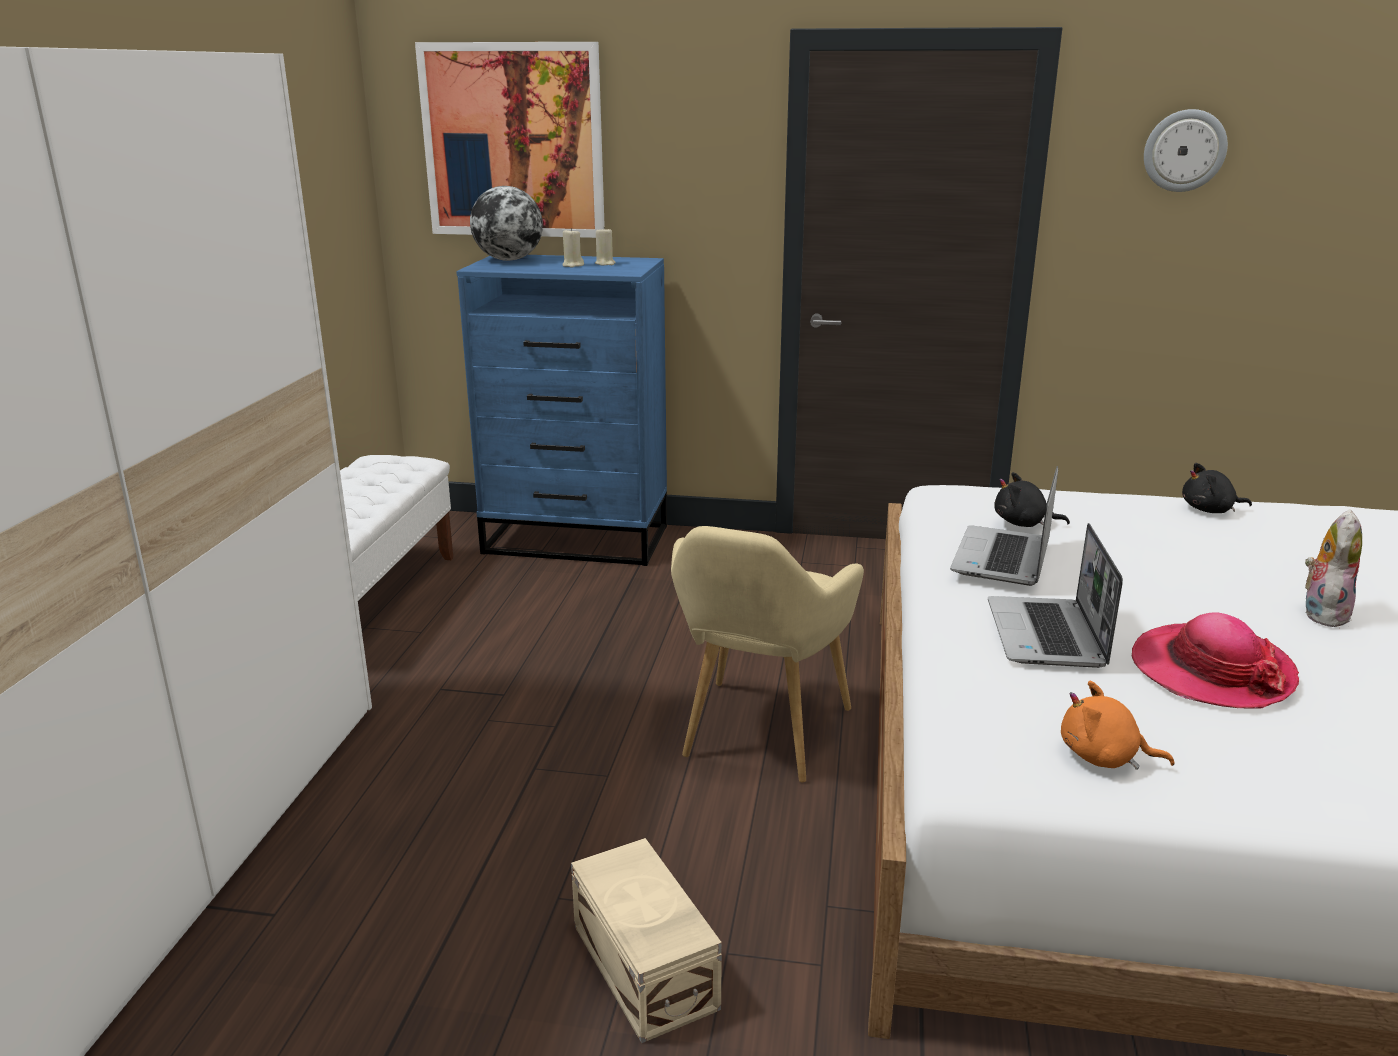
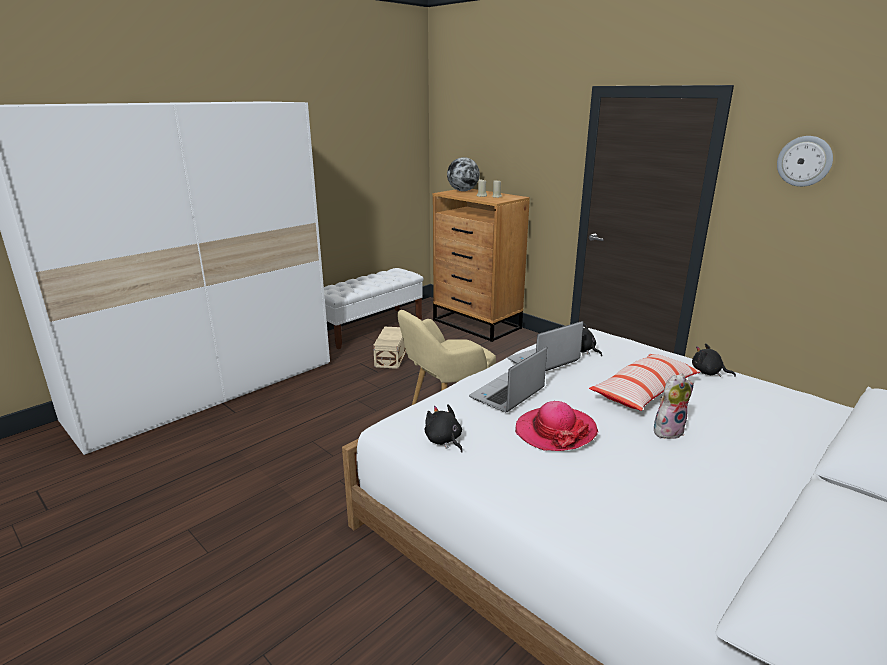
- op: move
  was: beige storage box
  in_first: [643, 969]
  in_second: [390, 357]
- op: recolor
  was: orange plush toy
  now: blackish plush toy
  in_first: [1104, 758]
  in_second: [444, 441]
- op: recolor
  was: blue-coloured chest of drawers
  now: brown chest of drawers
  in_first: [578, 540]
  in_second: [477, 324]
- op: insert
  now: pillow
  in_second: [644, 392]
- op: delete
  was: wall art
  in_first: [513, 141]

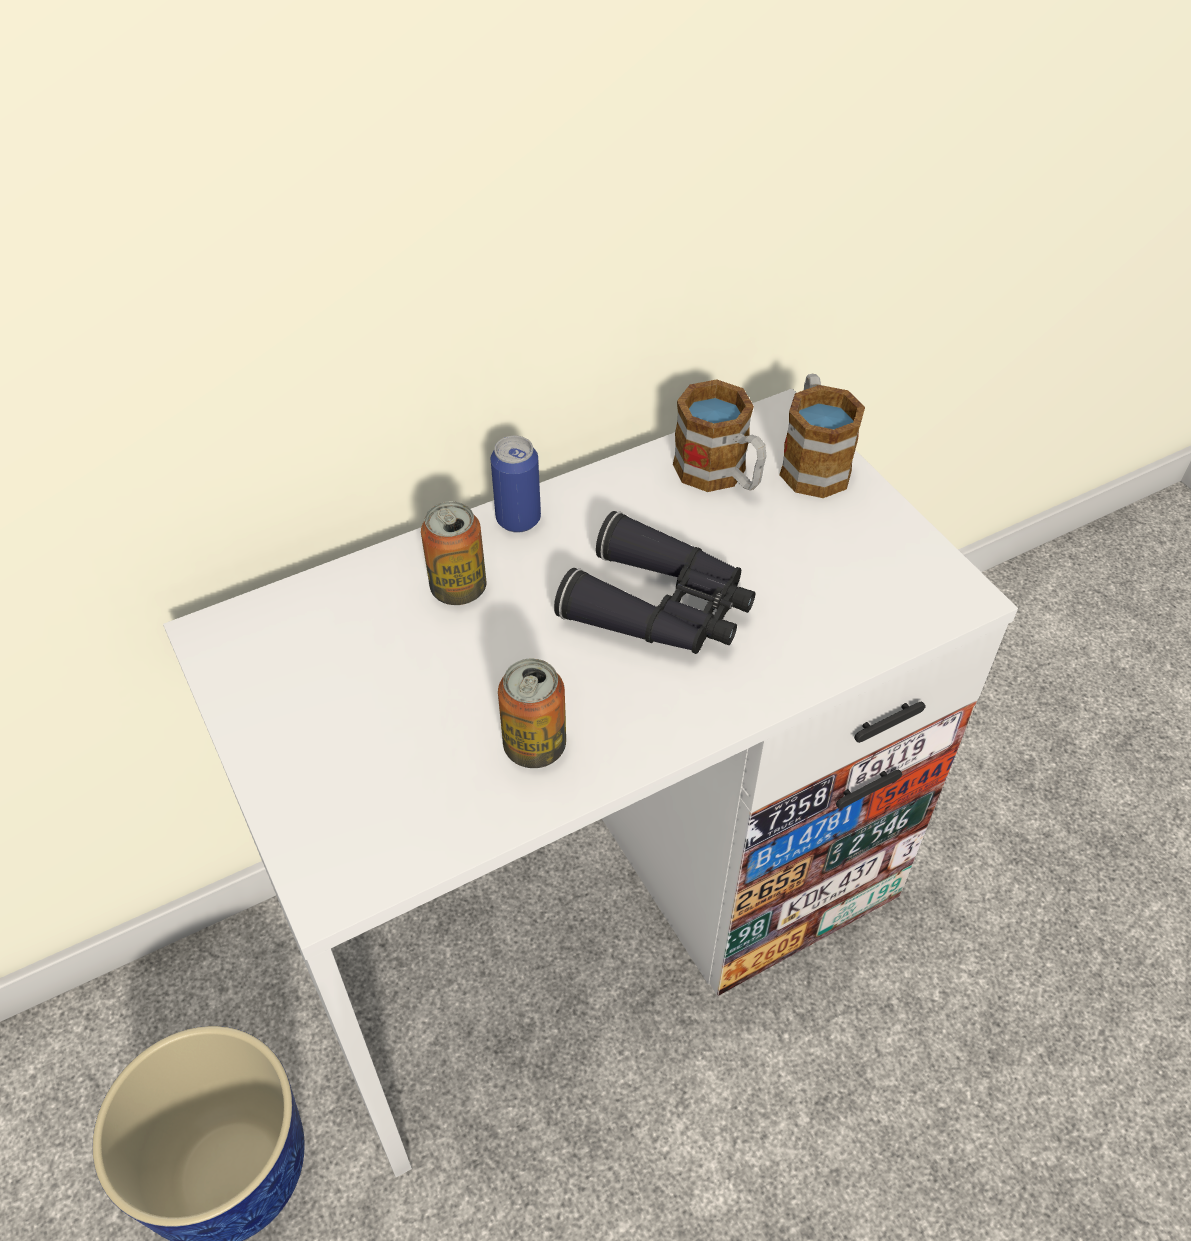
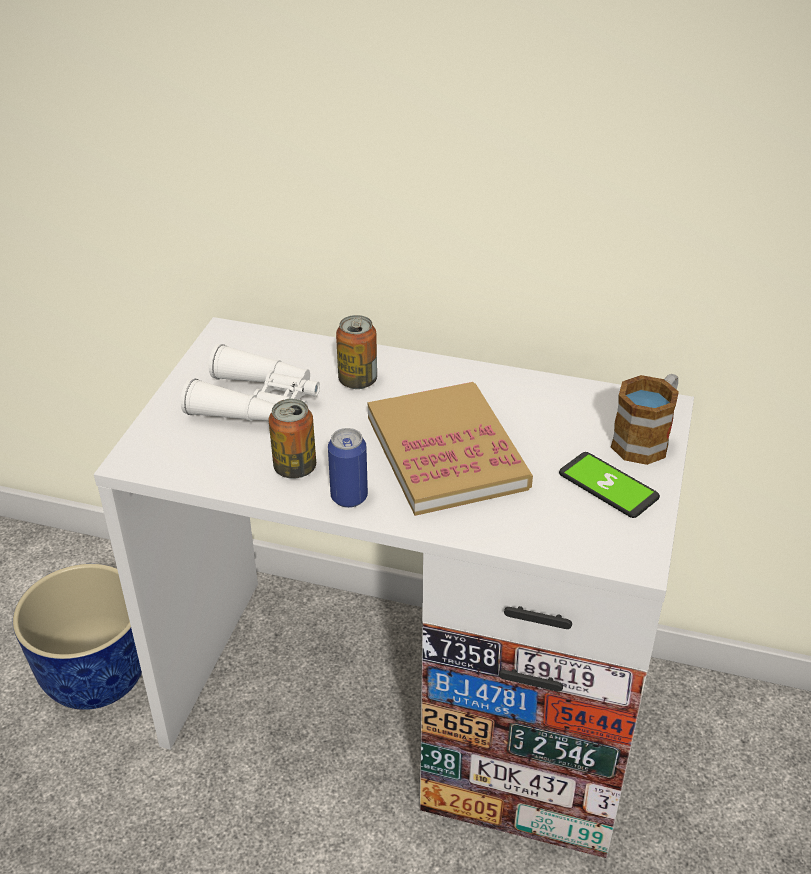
- op: insert
  now: white binoculars
  in_second: [257, 403]
- op: move
  was: metal can
  in_first: [518, 519]
  in_second: [349, 497]
- op: replace
  was: blackish binoculars
  now: bound book
  in_first: [661, 608]
  in_second: [446, 452]
- op: insert
  now: telephone
  in_second: [608, 486]
- op: delete
  was: tea mug
  in_first: [720, 475]

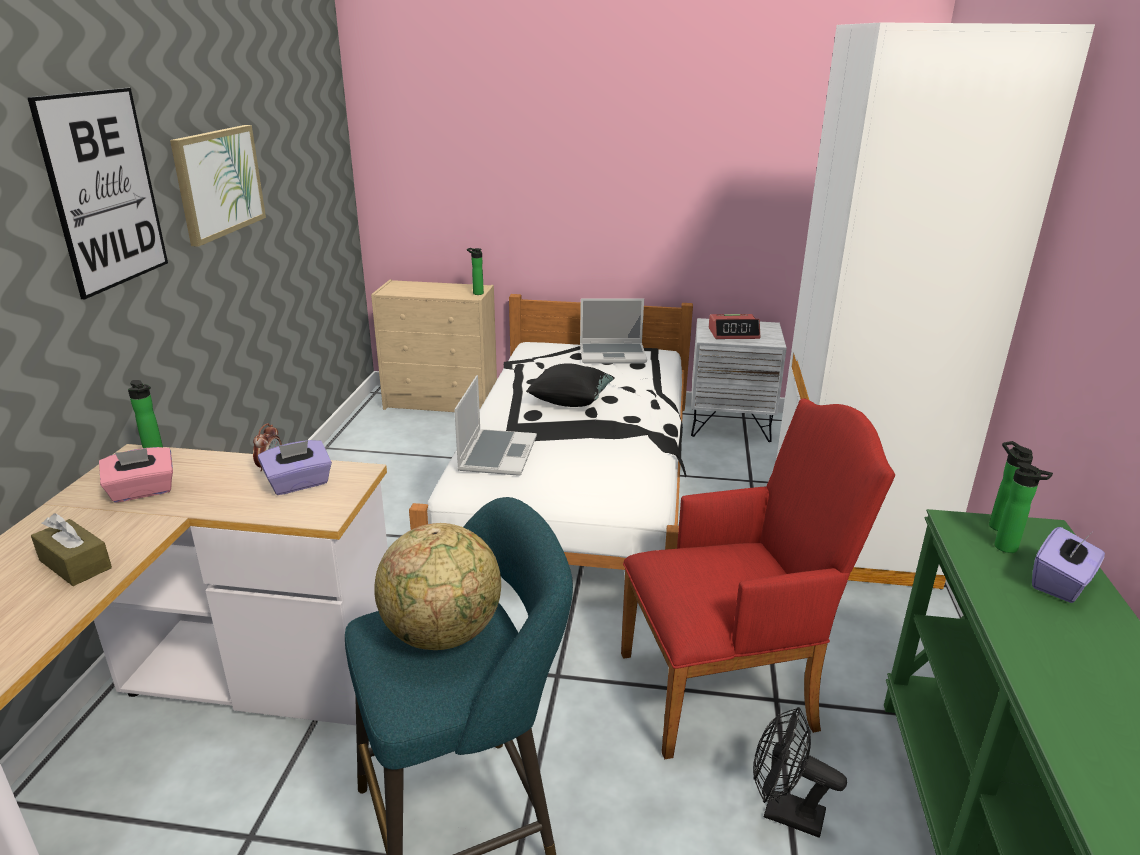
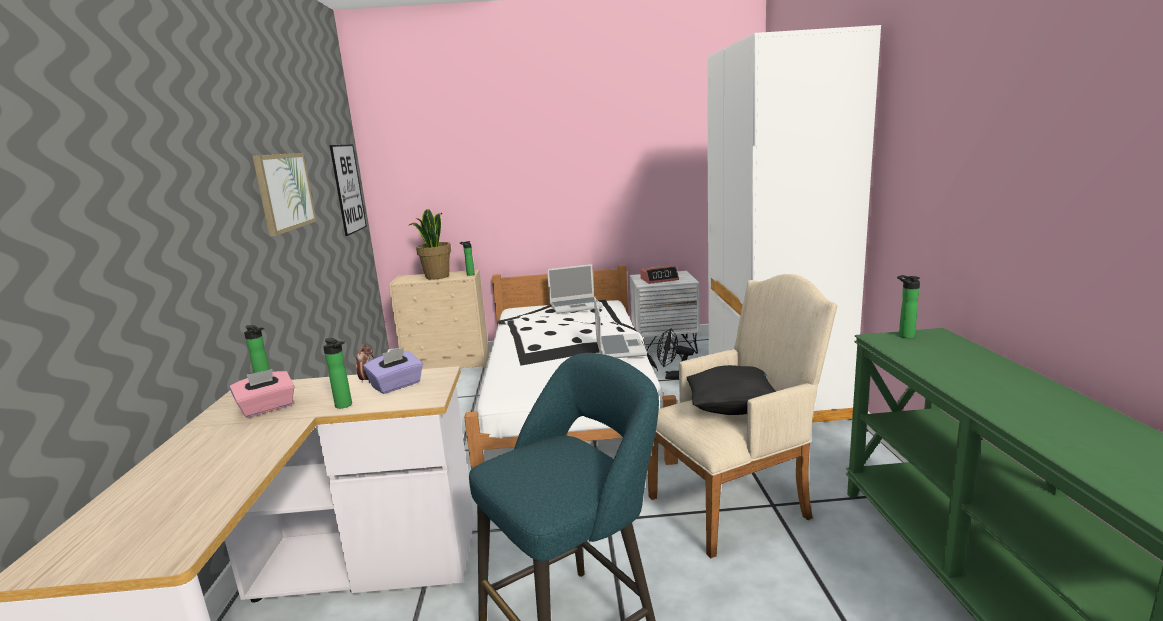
- op: move
  was: drink bottle
  in_first: [1009, 549]
  in_second: [345, 406]
- op: move
  was: wall art
  in_first: [104, 190]
  in_second: [348, 188]
- op: insert
  now: plant in a pot
  in_second: [437, 276]
- op: move
  was: portable computer
  in_first: [497, 453]
  in_second: [619, 347]
- op: recolor
  was: red-coloured easy chair
  now: beige easy chair
  in_first: [728, 688]
  in_second: [736, 504]
- op: move
  was: blackish electric fan
  in_first: [783, 812]
  in_second: [672, 377]
- op: move
  was: blackish pillow
  in_first: [570, 401]
  in_second: [732, 408]
- op: delete
  was: brown tissue box
  in_first: [75, 564]
- op: delete
  was: world globe
  in_first: [443, 634]
- op: delete
  was: purplish tissue box
  in_first: [1061, 583]

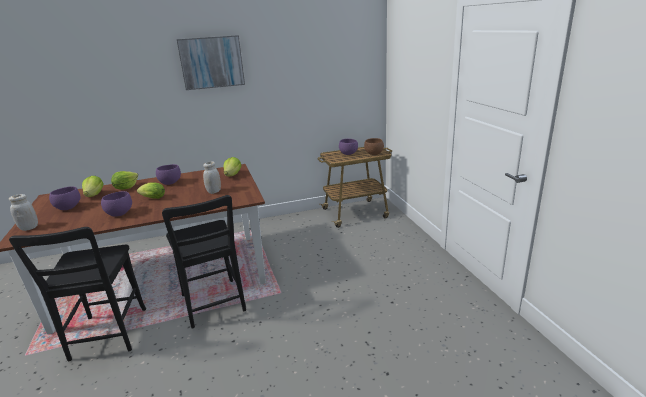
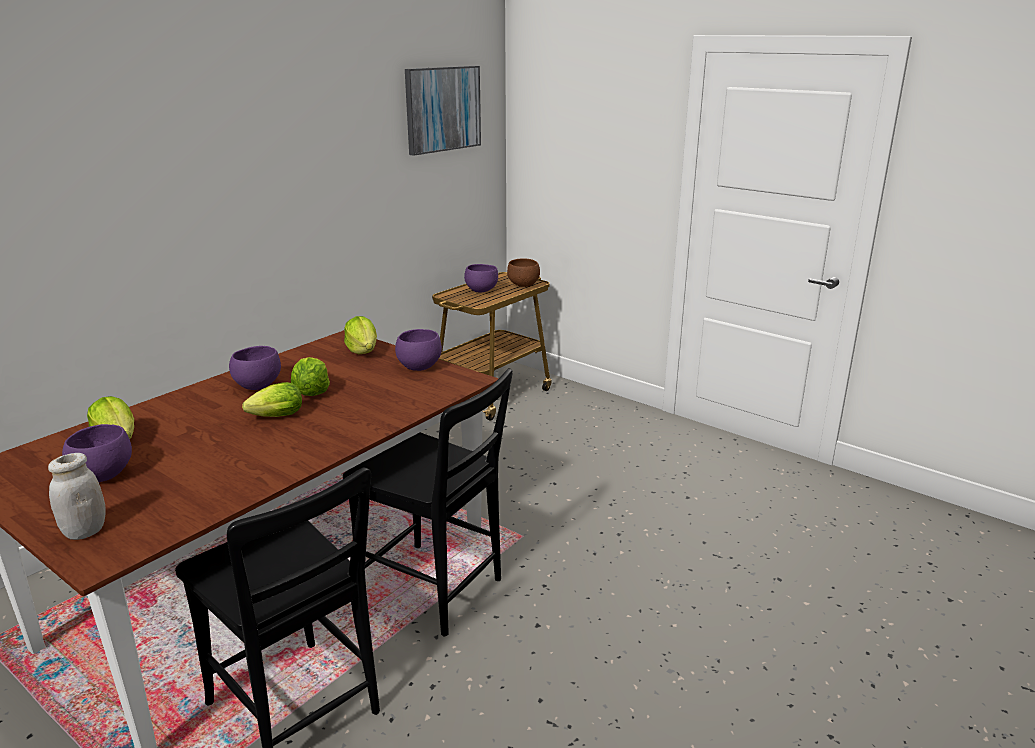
- op: move
  was: lettuce
  in_first: [126, 188]
  in_second: [311, 392]
- op: move
  was: purplish deep dish
  in_first: [119, 214]
  in_second: [418, 367]
- op: move
  was: wall art
  in_first: [212, 62]
  in_second: [442, 109]
- op: delete
  was: white storage jar
  in_first: [214, 191]

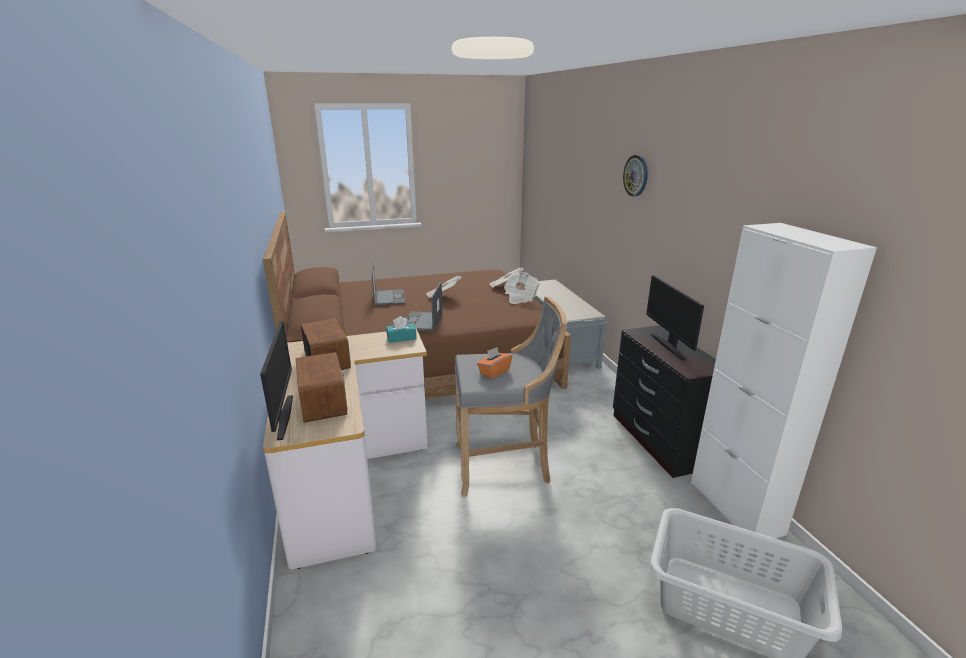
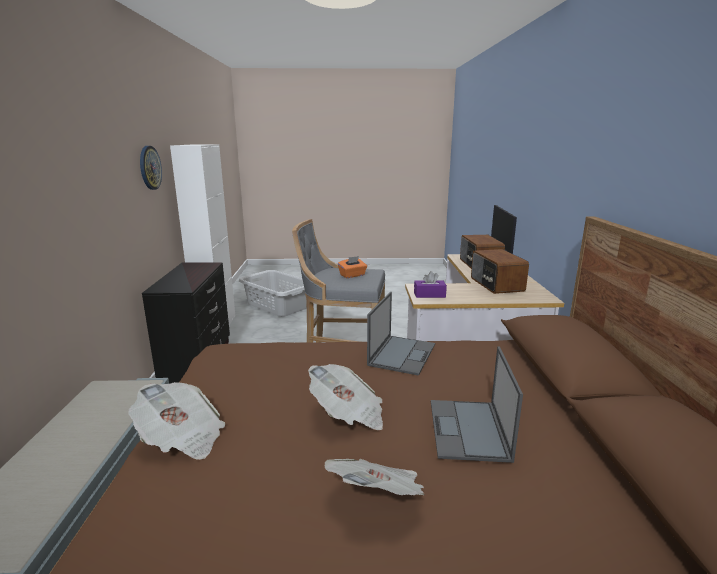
- op: move
  was: wall clock
  in_first: [636, 175]
  in_second: [149, 167]
- op: move
  was: newspaper
  in_first: [520, 298]
  in_second: [378, 497]
- op: recolor
  was: turquoise-coloured tissue box
  now: purplish tissue box
  in_first: [401, 338]
  in_second: [429, 295]
- op: delete
  was: monitor
  in_first: [669, 346]

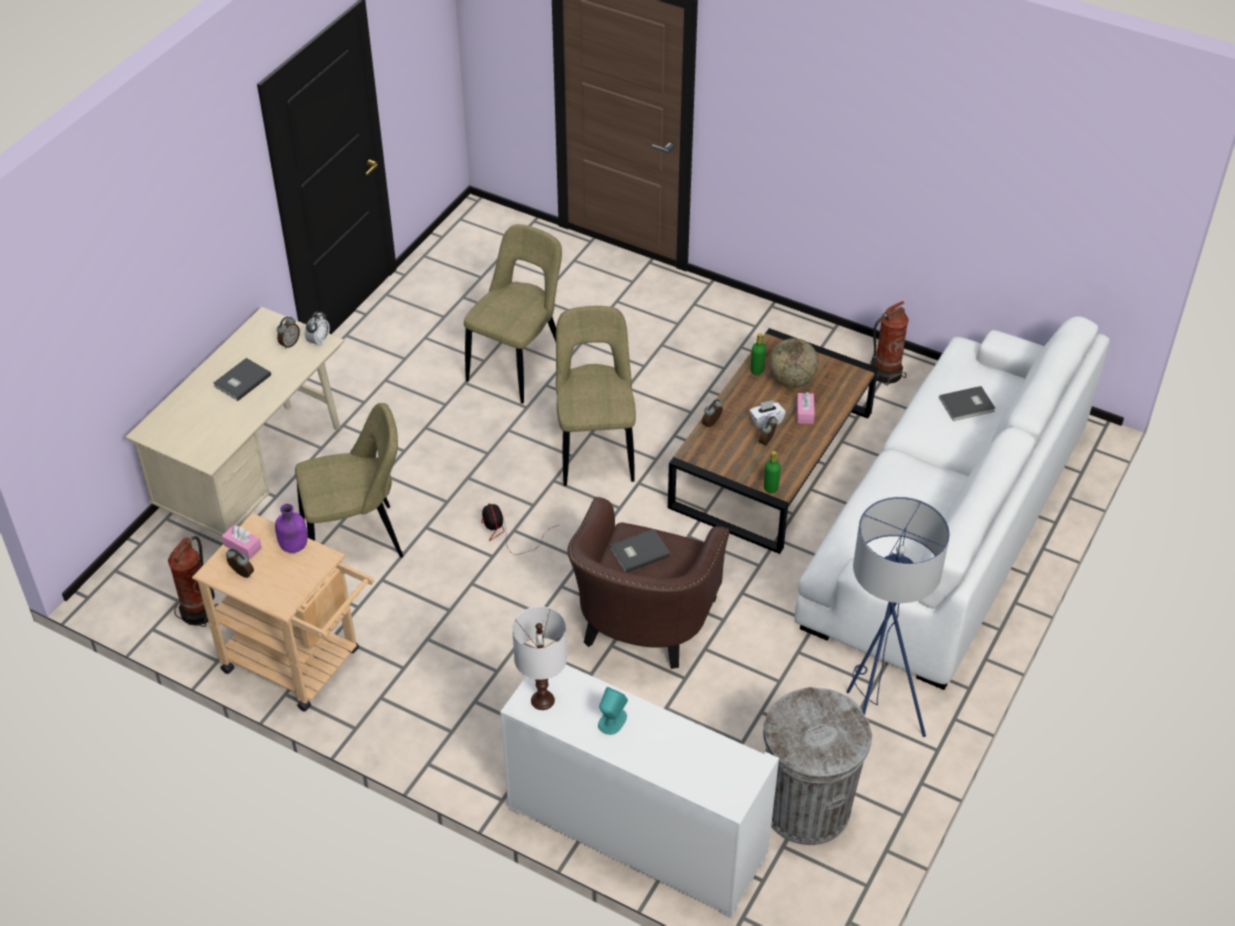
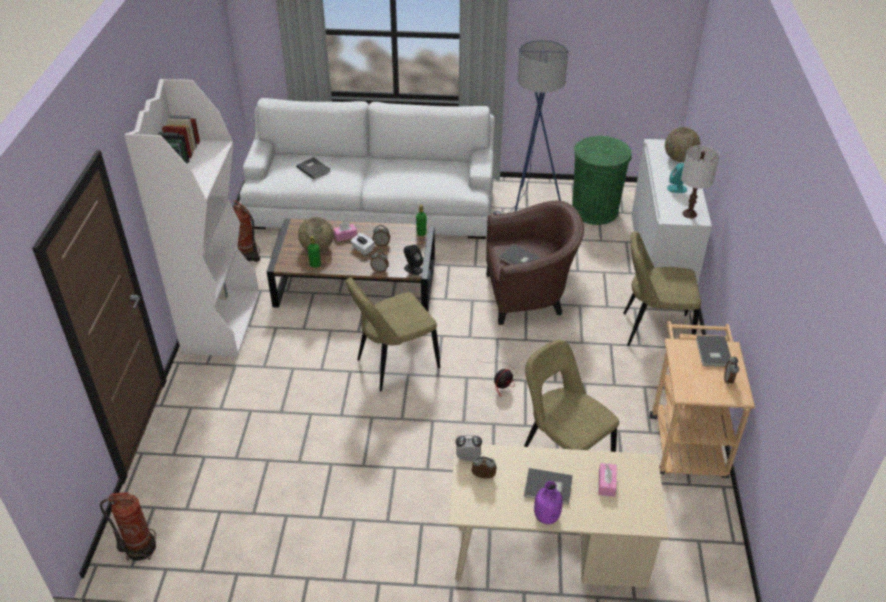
- op: move
  was: fire extinguisher
  in_first: [200, 611]
  in_second: [139, 547]
- op: insert
  now: white bookshelf
  in_second: [221, 322]
- op: insert
  now: blackish audio speaker
  in_second: [413, 269]
- op: move
  was: purplish drink bottle
  in_first: [293, 546]
  in_second: [547, 516]
- op: recolor
  was: grey rubbish bin
  now: green rubbish bin
  in_first: [806, 807]
  in_second: [595, 211]
- op: move
  was: pink-coloured tissue box
  in_first: [242, 547]
  in_second: [606, 483]
- op: move
  was: beige upright chair
  in_first: [518, 365]
  in_second: [653, 330]
- op: insert
  now: world globe
  in_second: [679, 159]
- op: insert
  now: grey bound book
  in_second: [712, 352]

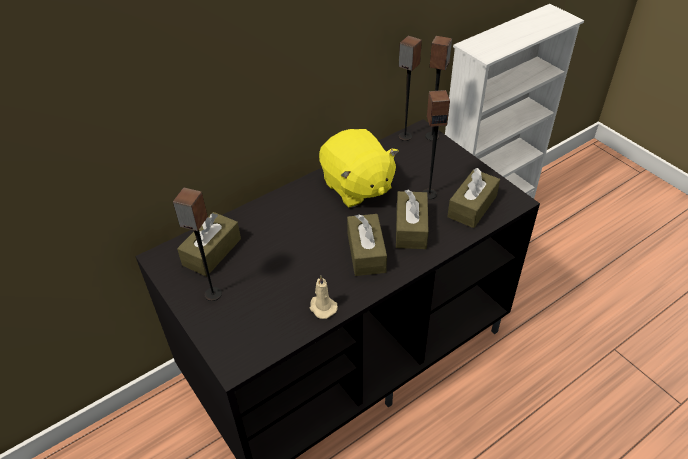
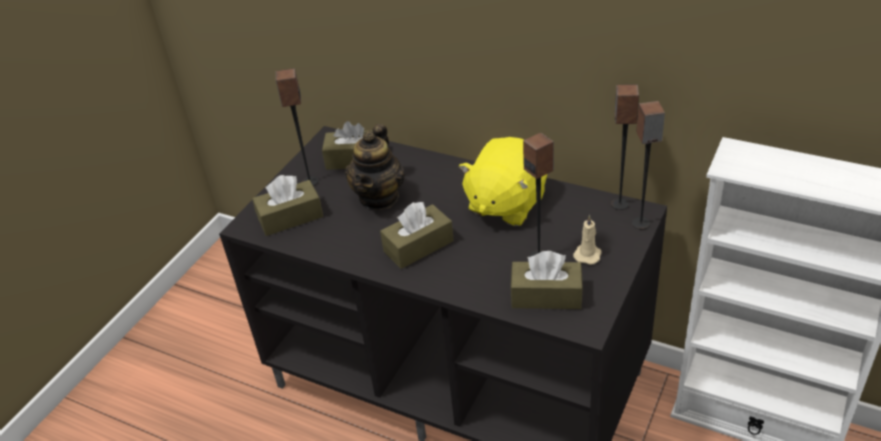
- op: move
  was: brown tissue box
  in_first: [411, 228]
  in_second: [290, 217]
- op: insert
  now: pot for tea
  in_second: [379, 197]
- op: move
  was: beige wax candle
  in_first: [322, 307]
  in_second: [588, 254]

